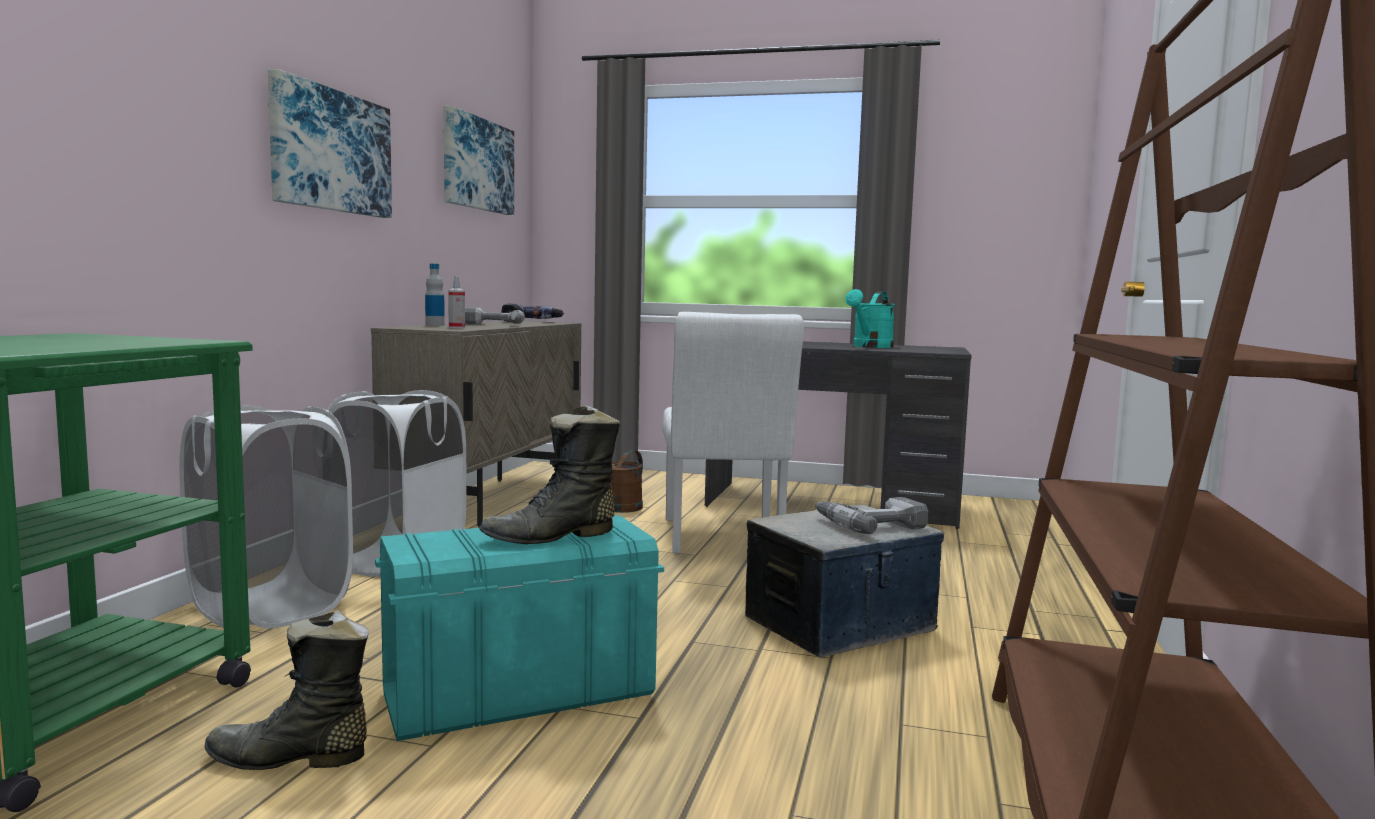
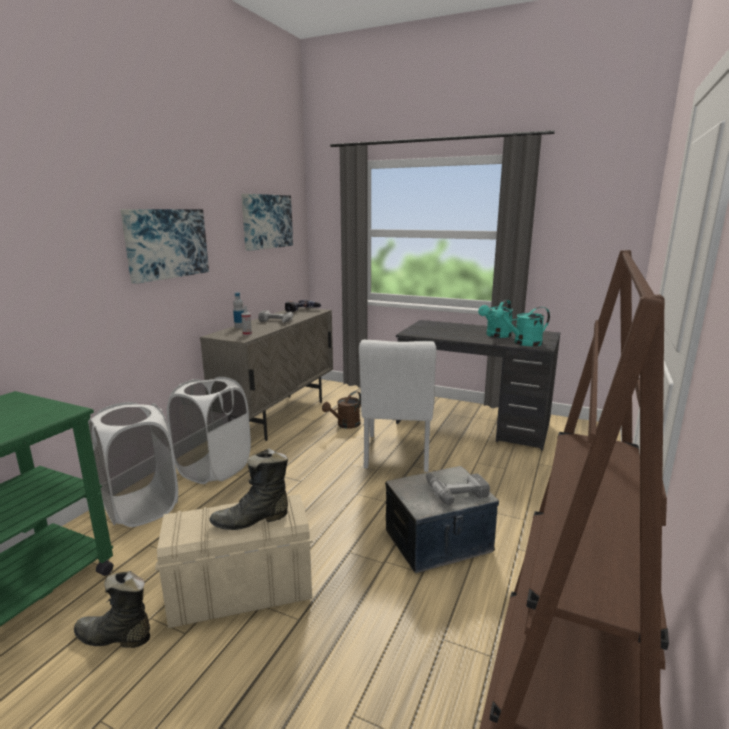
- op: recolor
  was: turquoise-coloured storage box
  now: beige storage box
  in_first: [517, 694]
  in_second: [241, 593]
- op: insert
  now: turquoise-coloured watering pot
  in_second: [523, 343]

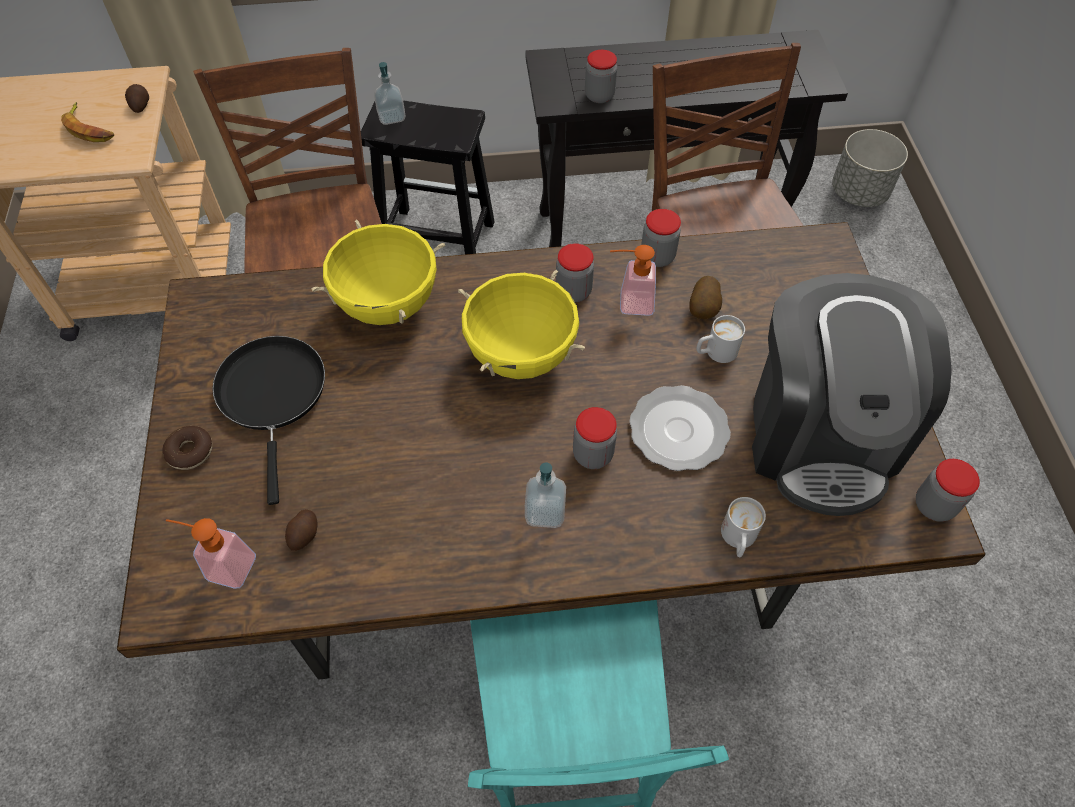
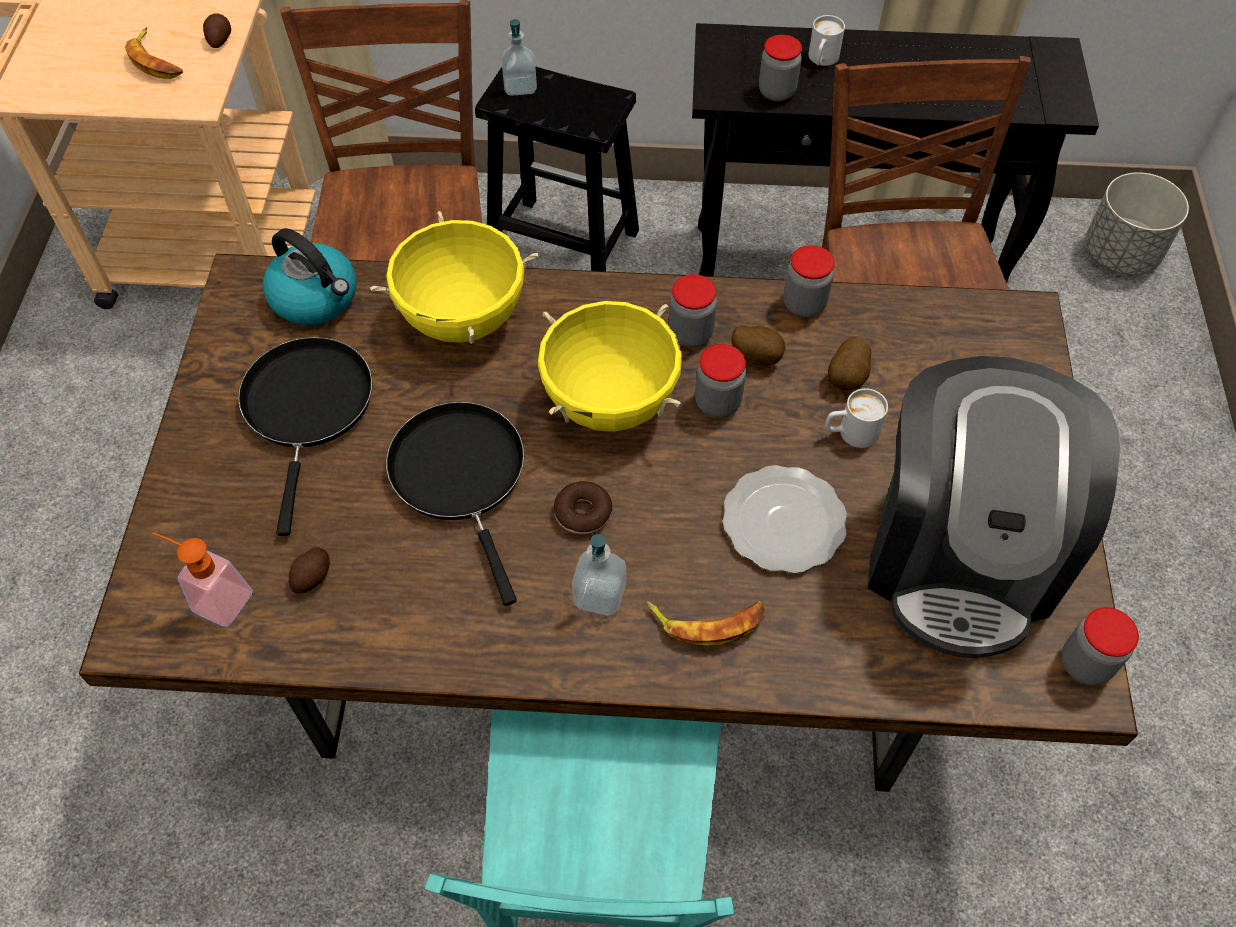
- op: insert
  now: tea kettle
  in_second: [316, 298]
- op: insert
  now: blackish pan
  in_second: [461, 476]
- op: move
  was: donut
  in_first: [190, 452]
  in_second: [583, 513]
- op: insert
  now: banana
  in_second: [708, 621]
- op: move
  was: storage jar
  in_first: [593, 454]
  in_second: [717, 403]
- op: replace
  was: liquid soap bottle
  now: whole potato
  in_first: [629, 303]
  in_second: [756, 356]
- op: move
  was: white tea mug
  in_first: [738, 539]
  in_second: [821, 60]

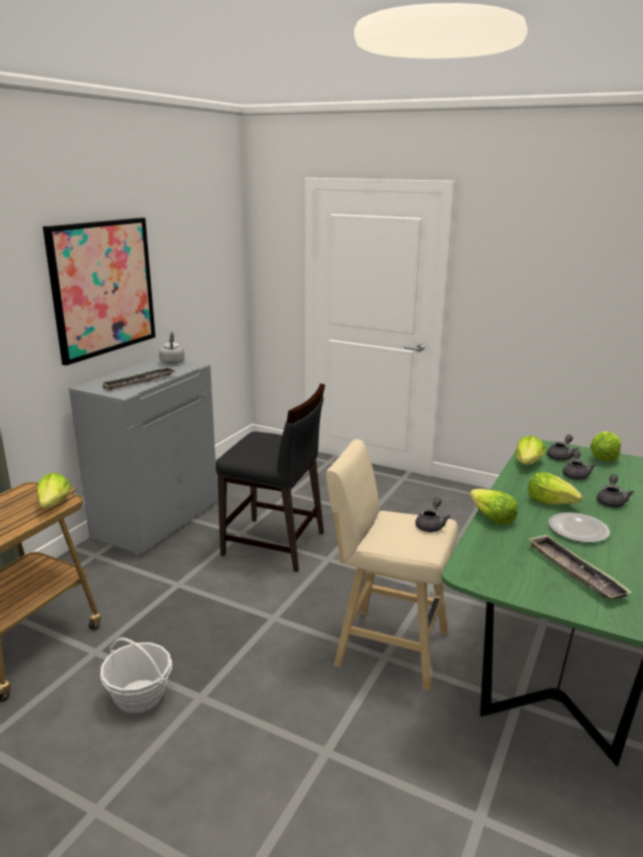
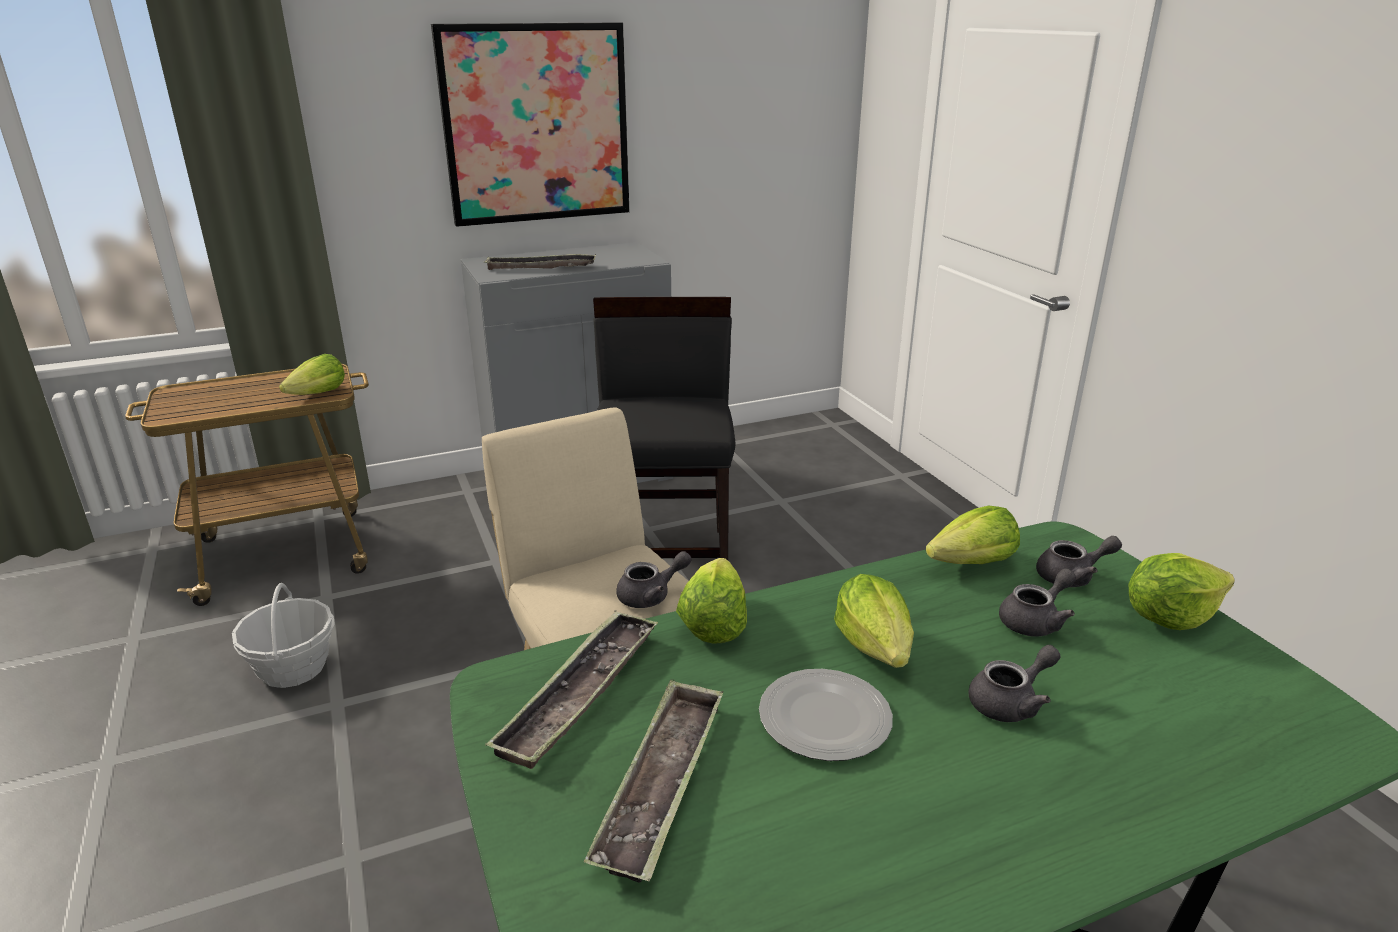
- op: insert
  now: serving tray
  in_second: [579, 694]
- op: rotate
  was: blackish upright chair
  in_first: [274, 544]
  in_second: [666, 561]
  clockwise: -150
- op: delete
  was: grey tea kettle
  in_first: [172, 362]

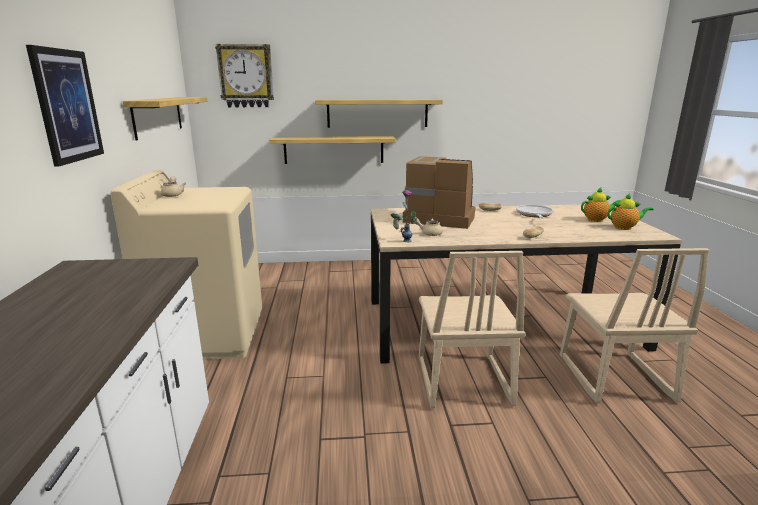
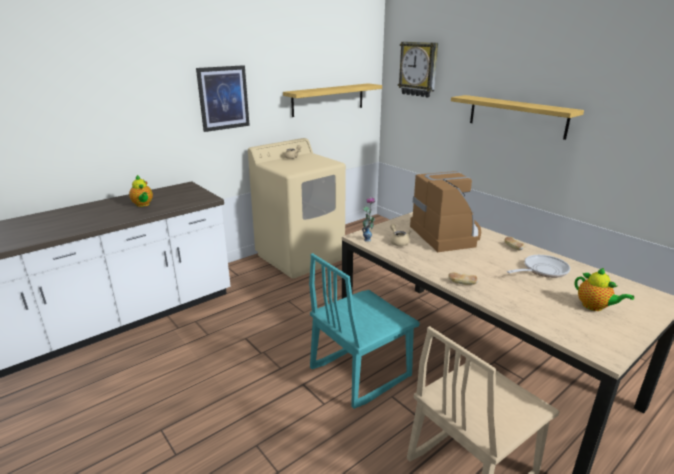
- op: move
  was: pot for tea
  in_first: [624, 228]
  in_second: [143, 205]
- op: recolor
  was: beige upright chair
  now: turquoise-coloured upright chair
  in_first: [462, 382]
  in_second: [359, 372]
- op: delete
  was: wall shelf
  in_first: [334, 150]

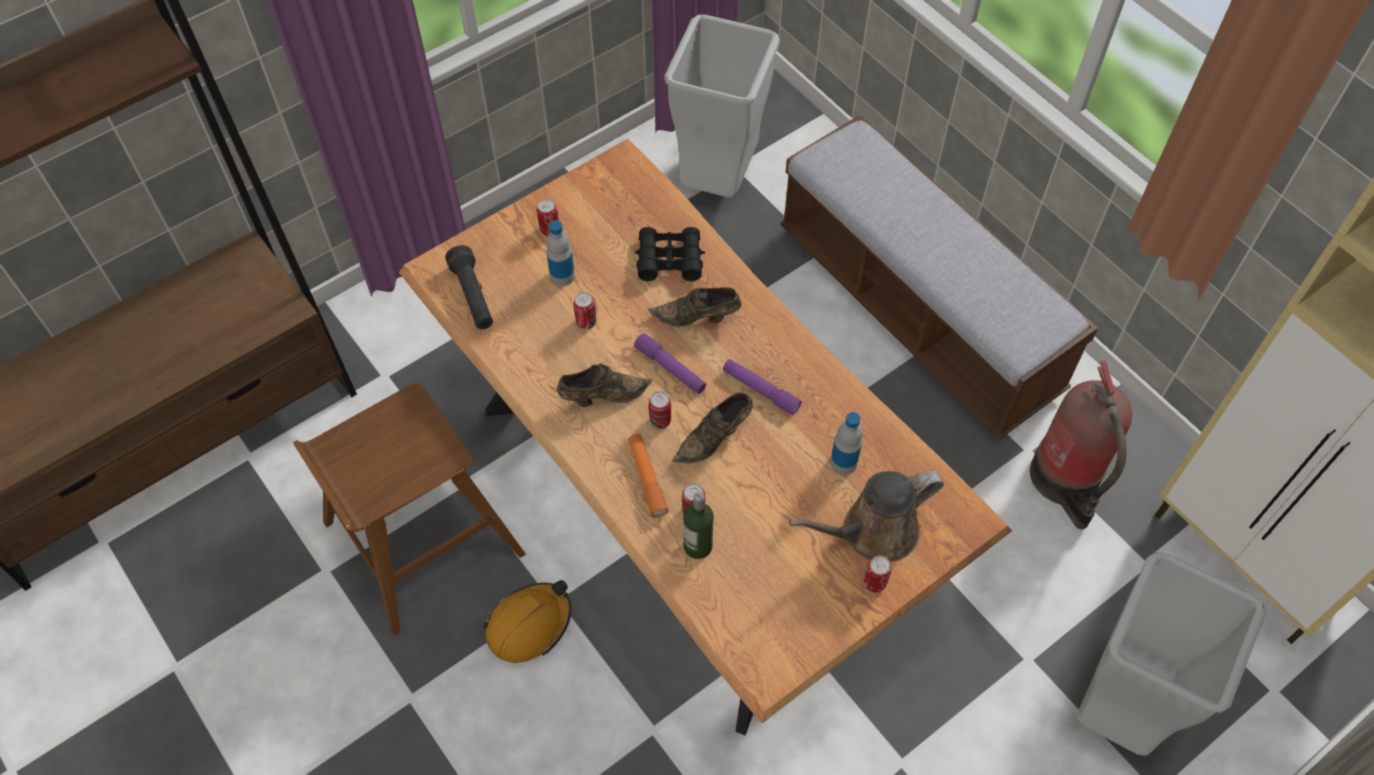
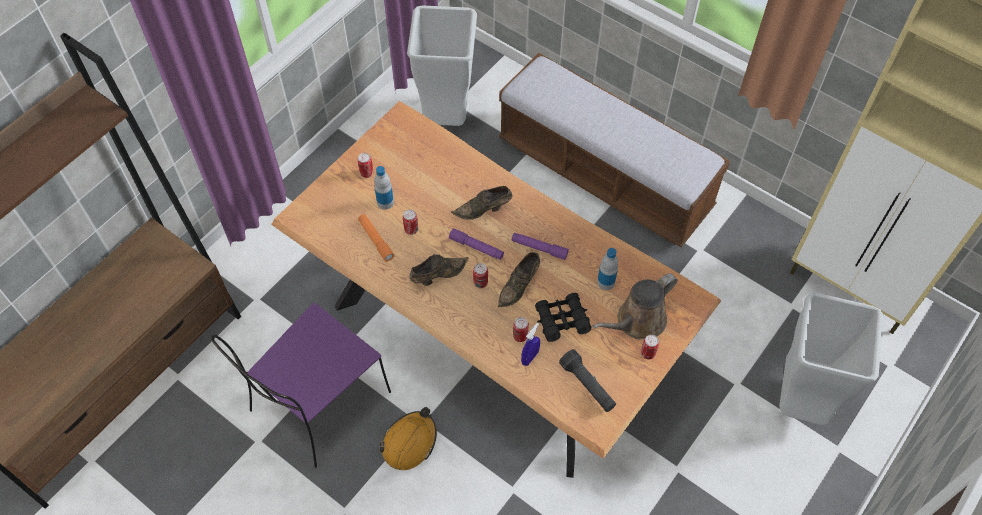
- op: replace
  was: brown stool seat
  now: purplish upright chair
  in_first: [421, 539]
  in_second: [318, 404]
- op: move
  was: orange torch
  in_first: [647, 478]
  in_second: [376, 240]
- op: replace
  was: drink bottle
  now: blue-coloured spray bottle
  in_first: [698, 546]
  in_second: [530, 357]
- op: move
  was: blackish binoculars
  in_first: [669, 260]
  in_second: [562, 320]
- op: move
  was: blackish torch
  in_first: [473, 296]
  in_second: [588, 386]
- op: delete
  was: fire extinguisher
  in_first: [1066, 480]

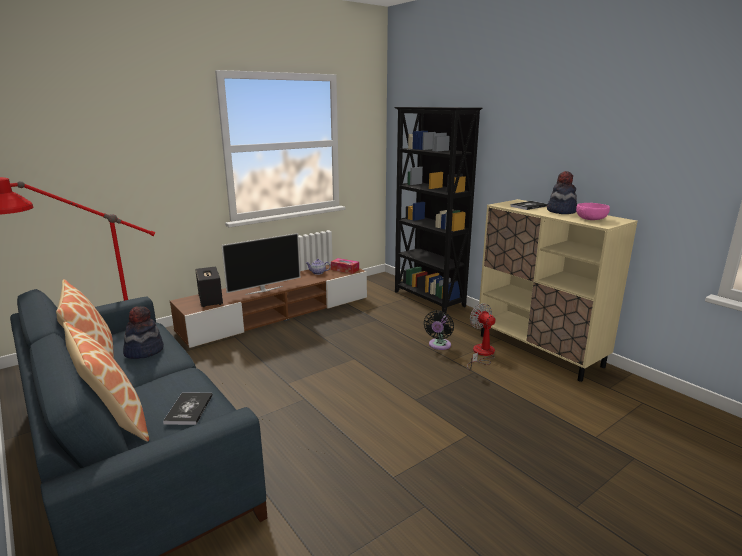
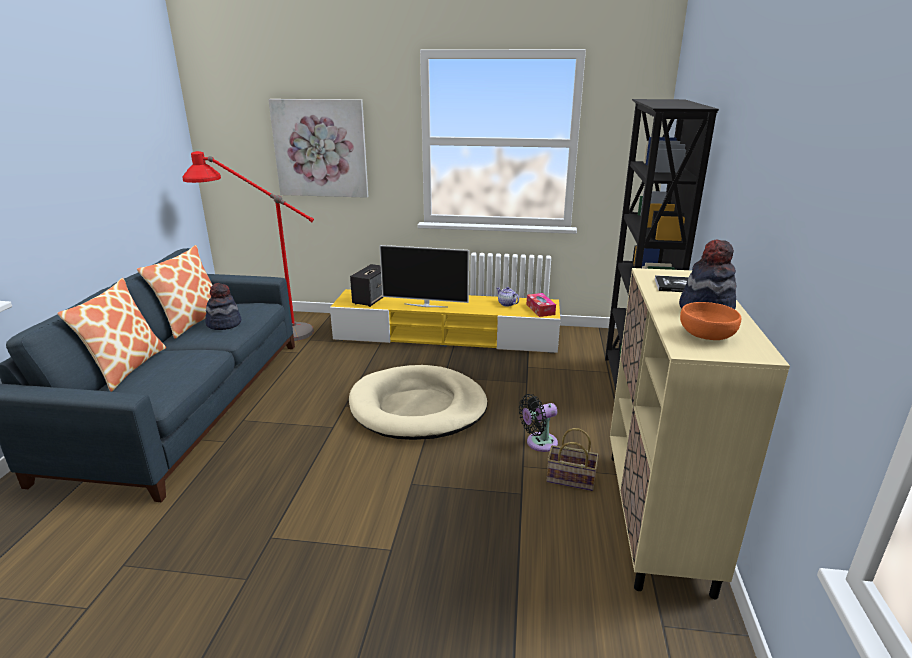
- op: insert
  now: wall art
  in_second: [320, 148]
- op: recolor
  was: brown tv unit
  now: yellow-coloured tv unit
  in_first: [278, 314]
  in_second: [447, 337]
- op: insert
  now: beige dog bed
  in_second: [418, 407]
- op: replace
  was: electric fan
  now: storage basket
  in_first: [481, 354]
  in_second: [569, 479]
- op: recolor
  was: pink-coloured deep dish
  now: orange deep dish
  in_first: [591, 219]
  in_second: [707, 335]
- op: delete
  was: bound book
  in_first: [189, 409]

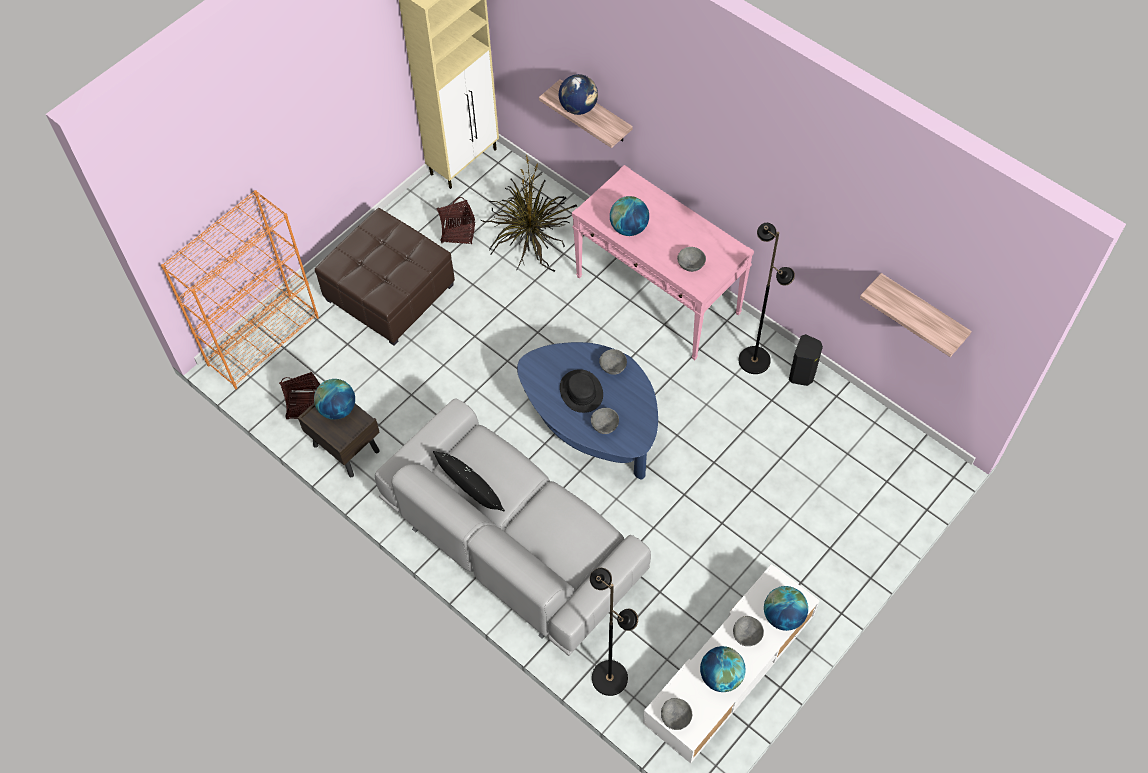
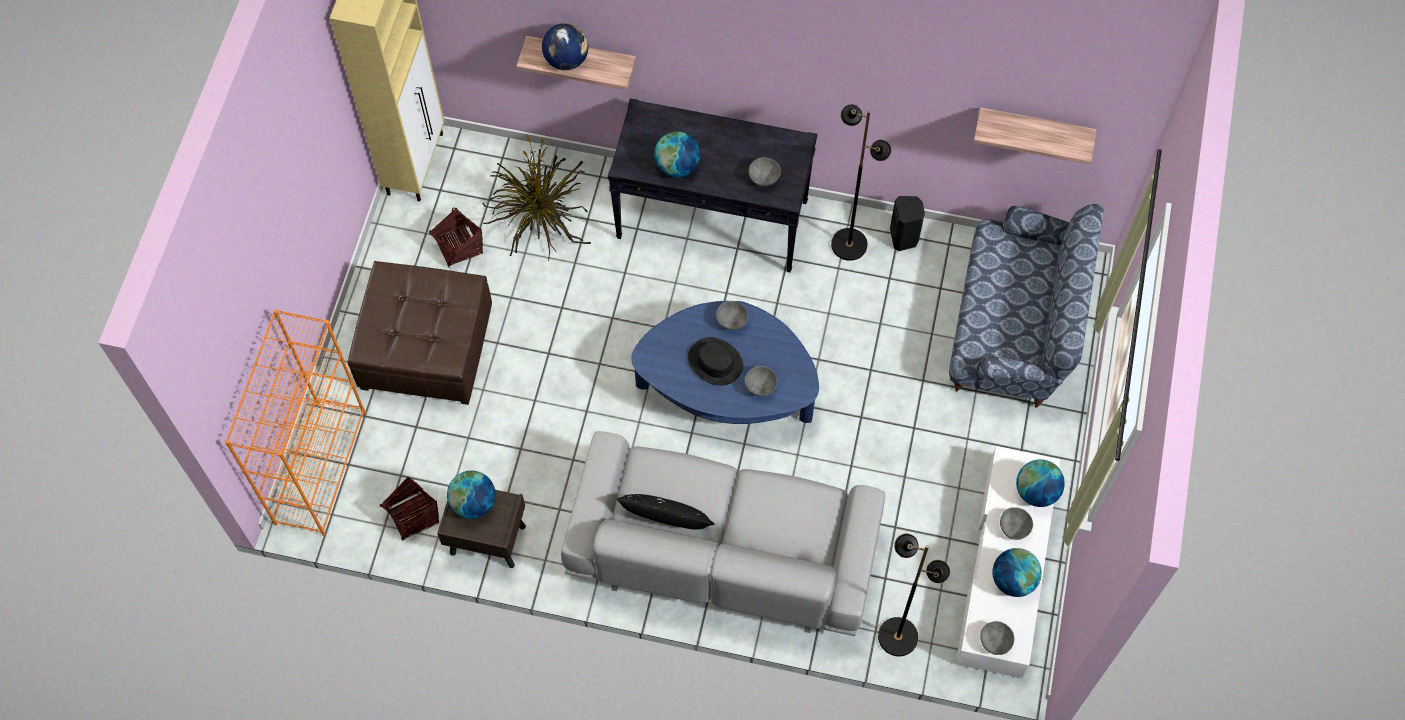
- op: recolor
  was: pink-coloured narrow table
  now: blackish narrow table
  in_first: [658, 295]
  in_second: [713, 219]
- op: insert
  now: couch
  in_second: [1012, 329]

